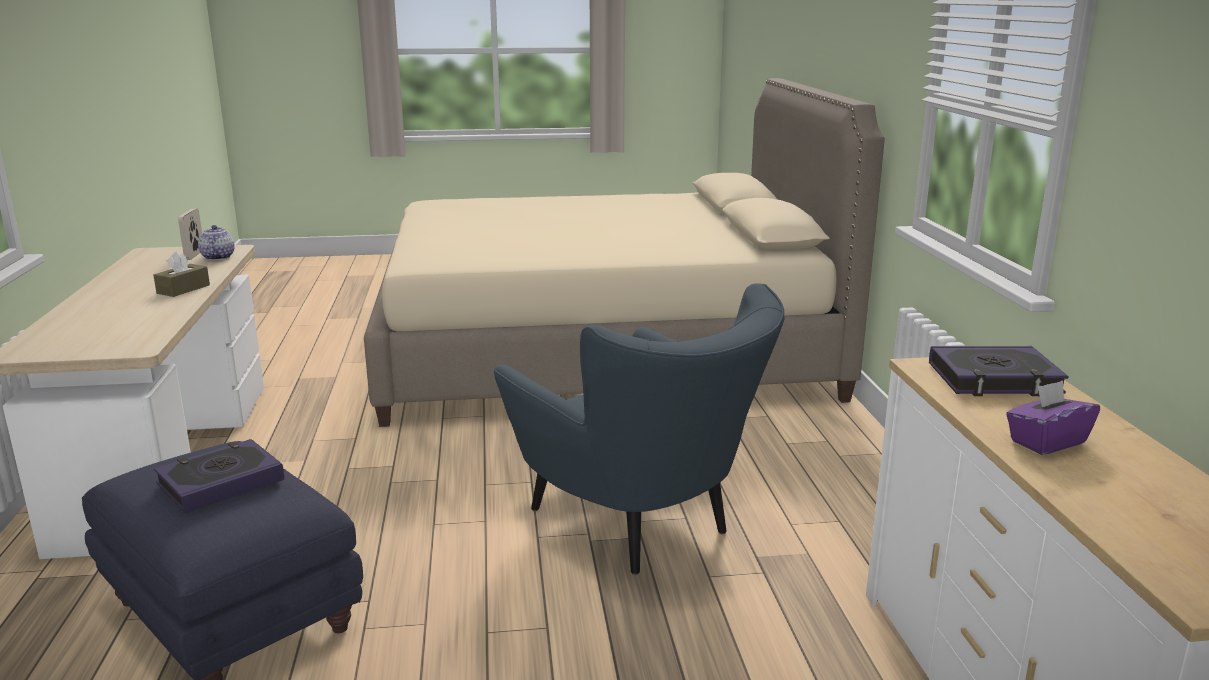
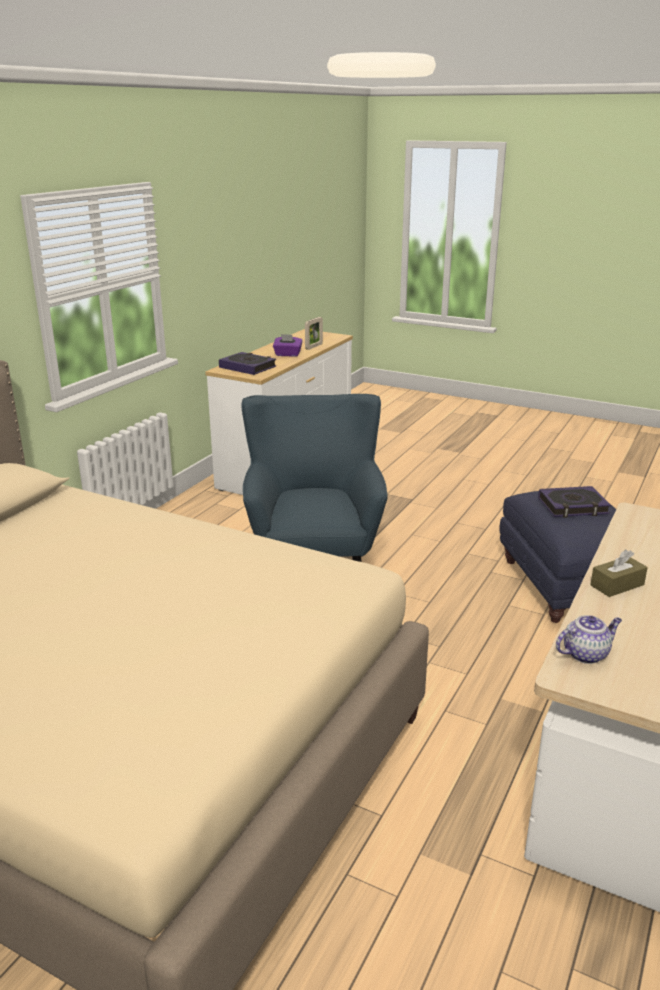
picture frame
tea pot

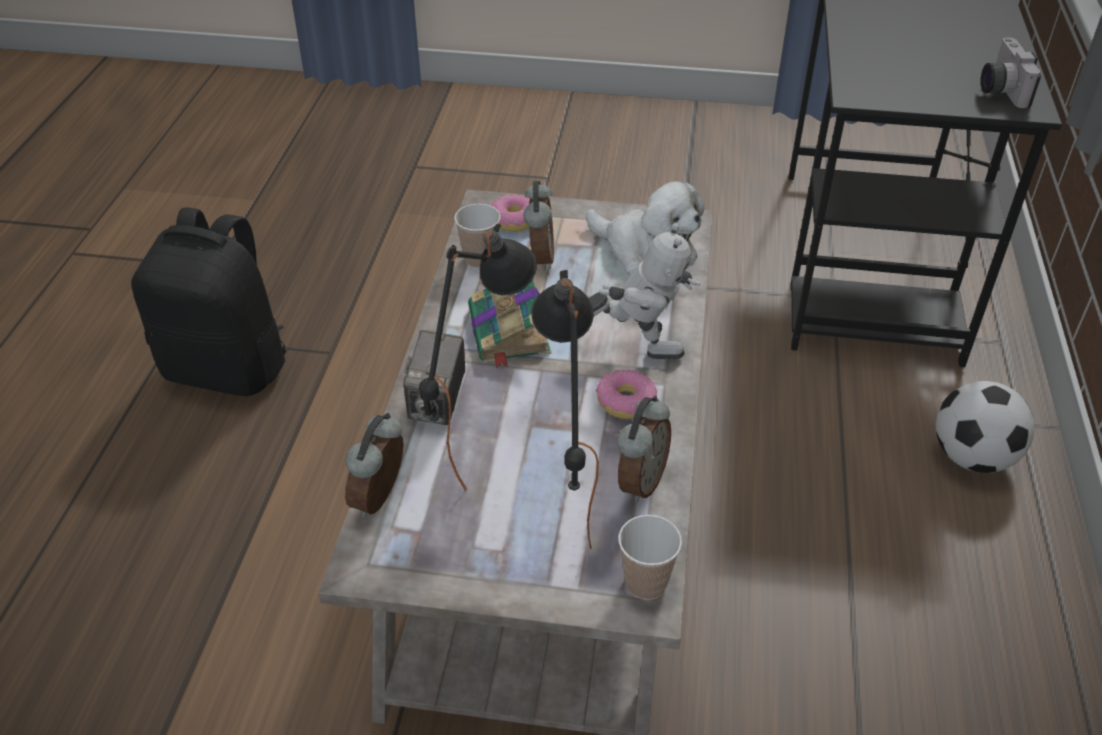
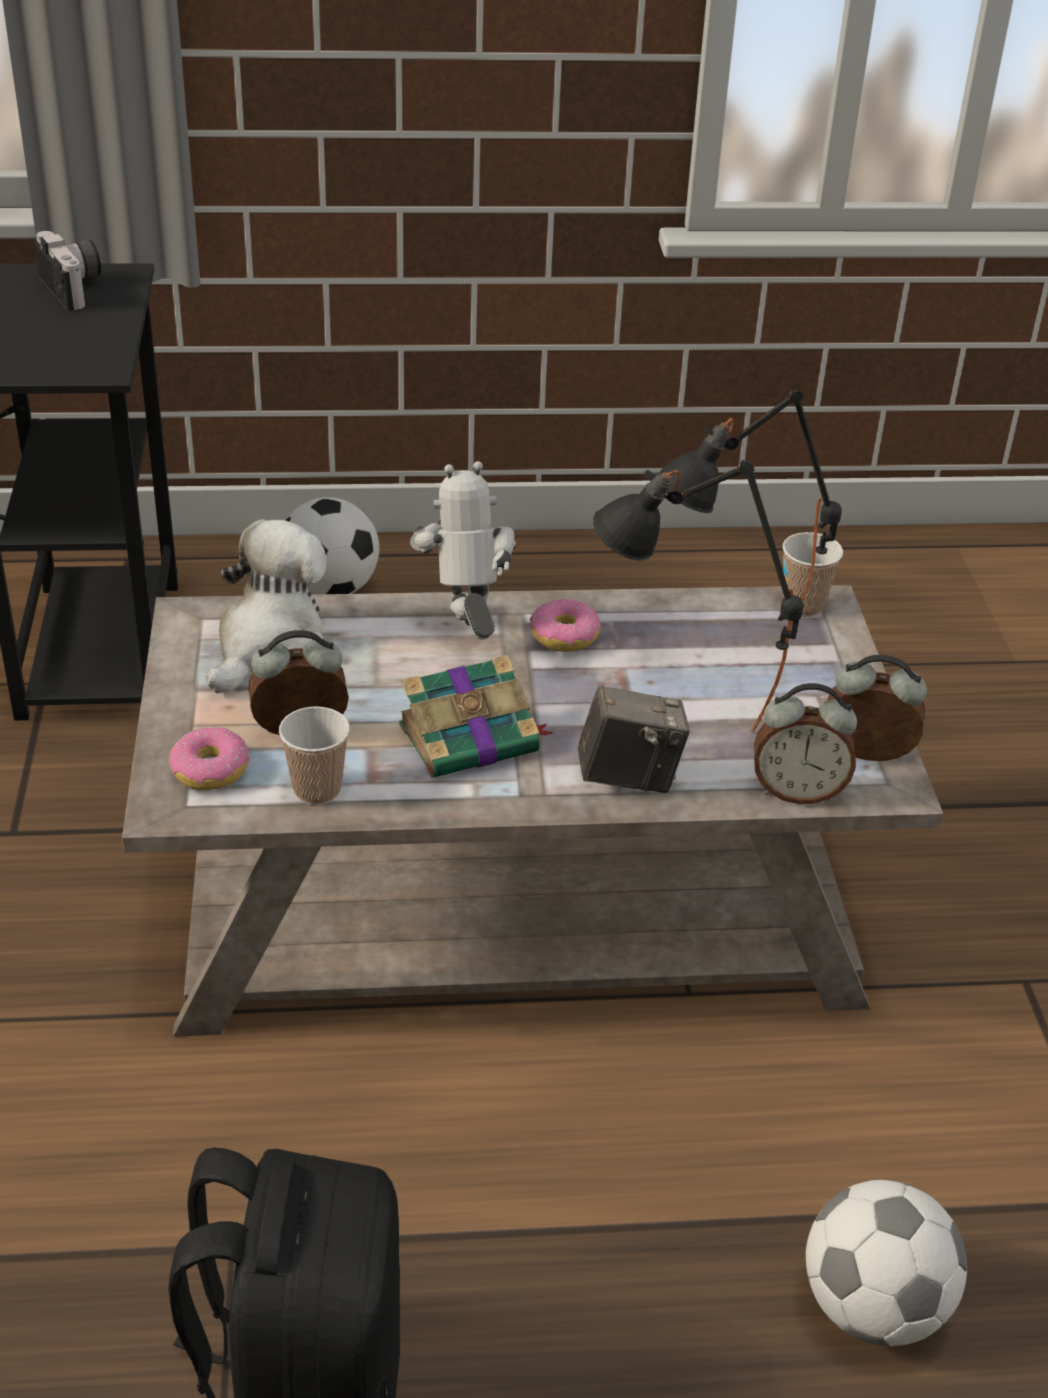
table clock (3rd from left)
photo camera (1st from left)
football ball (2nd from left)

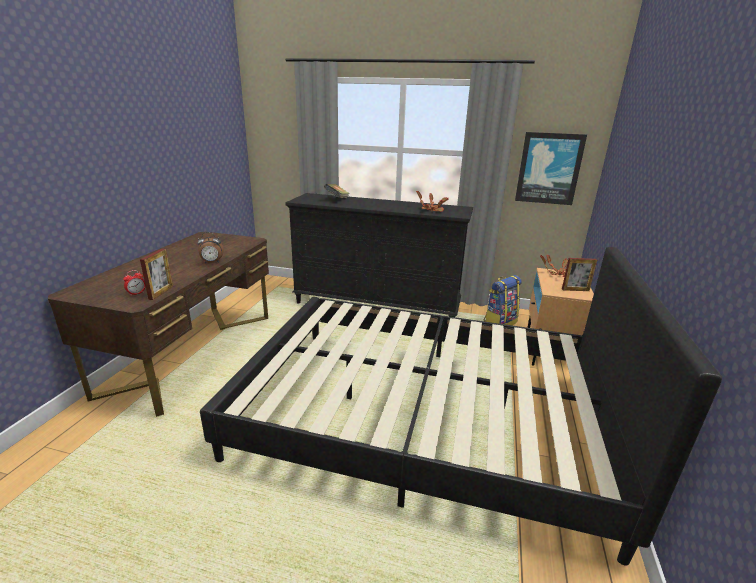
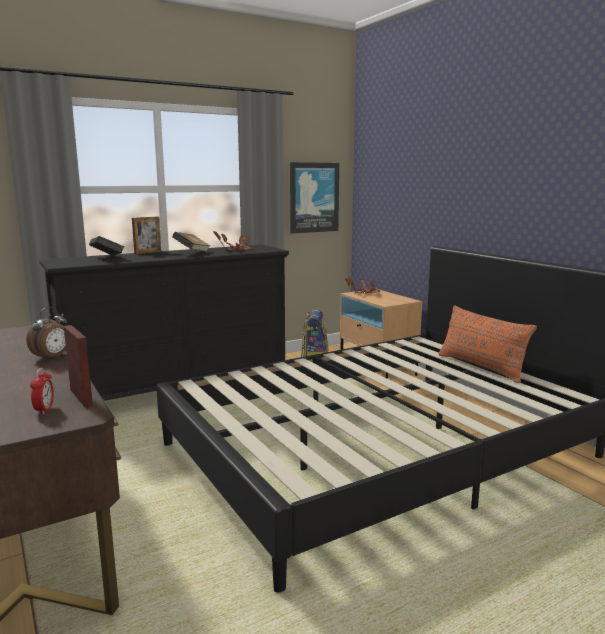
picture frame (2nd from left)
bound book (2nd from left)
pillow (orangey)

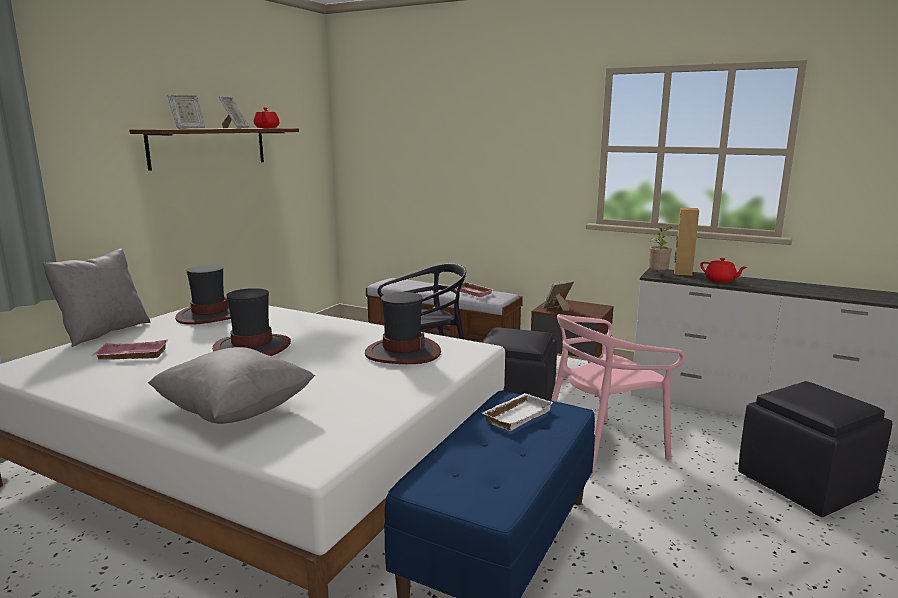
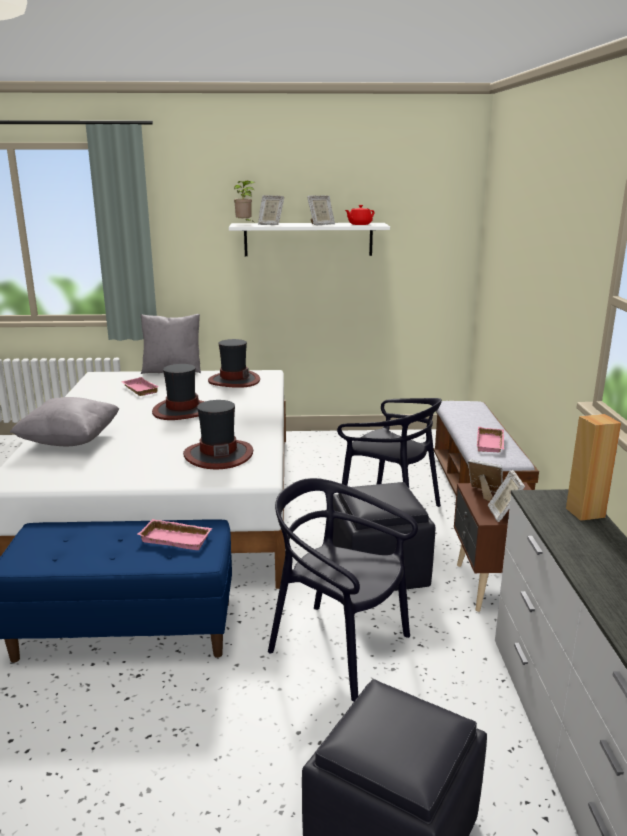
wall shelf (white)
serving tray (pink) (2nd from left)
chair (blackish) (1st from left)
potted plant
tea pot (red-coloured) (2nd from left in the first image)
picture frame (4th from left)

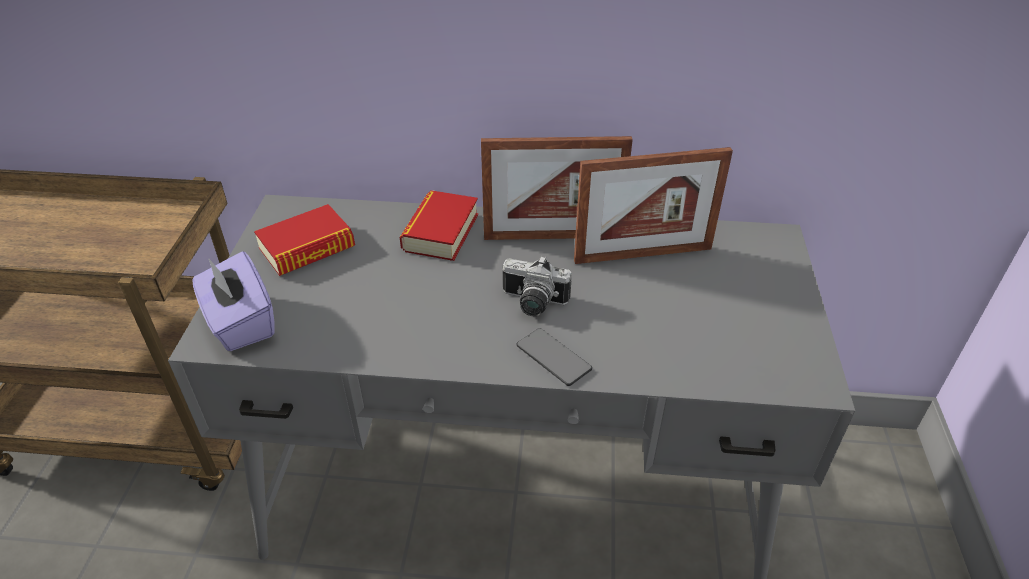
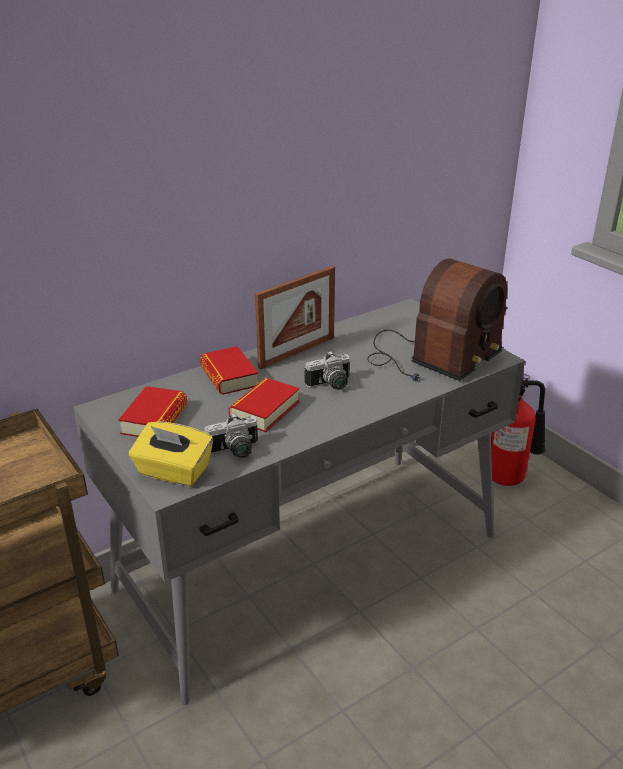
tissue box (yellow-coloured)
telephone
picture frame (2nd from left in the first image)
photo camera (1st from left)
bound book (3rd from left)
radio
fire extinguisher

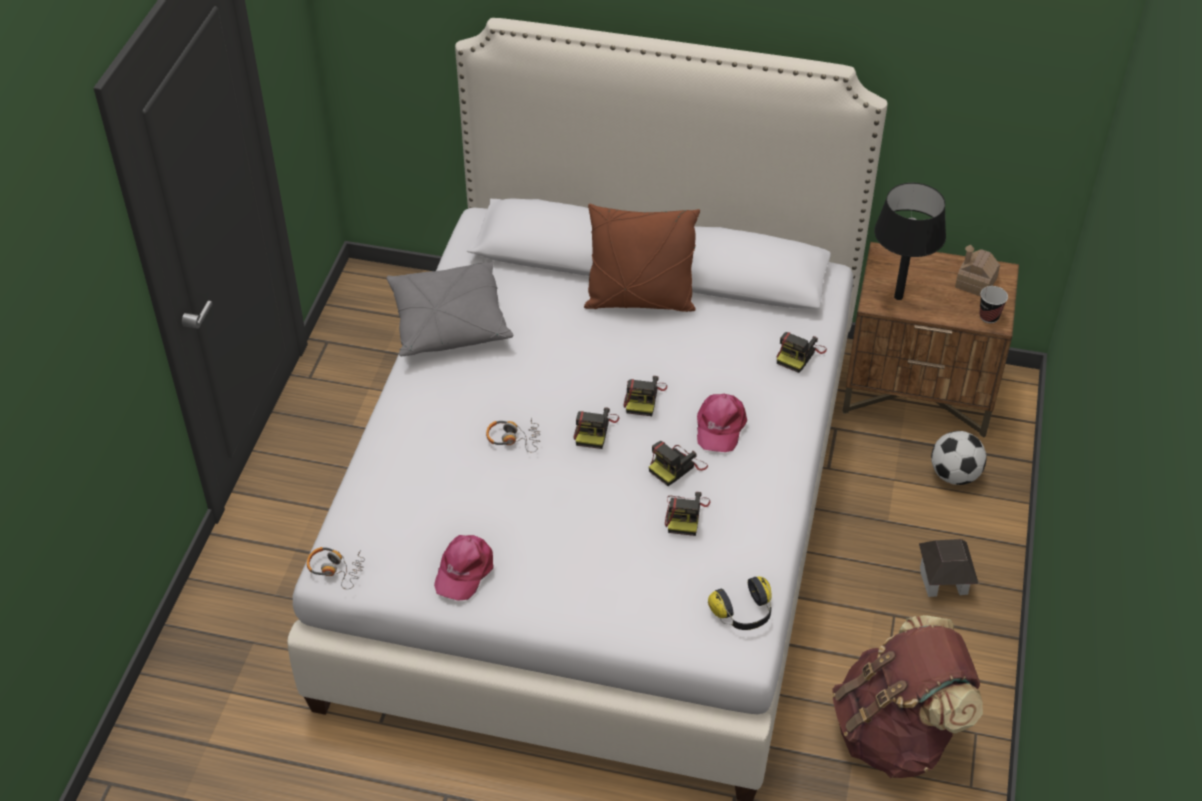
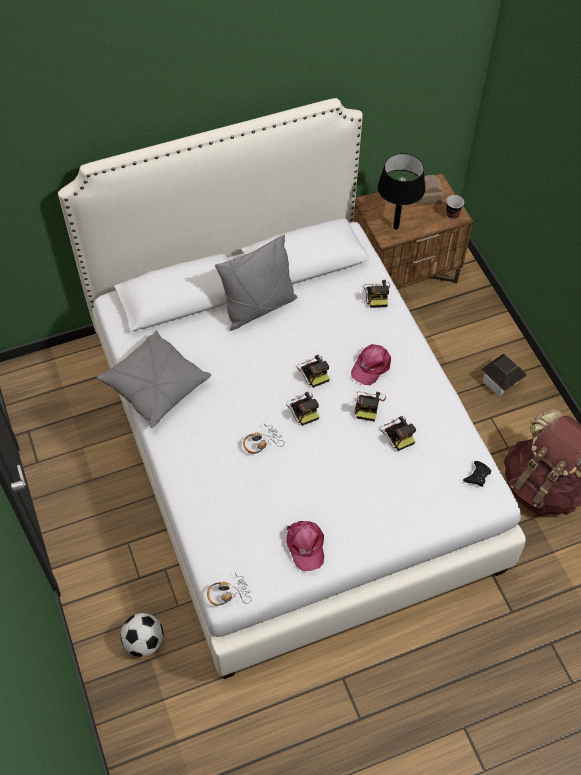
pillow (gray) (2nd from left)
cap (pink) (2nd from left)
gamepad (blackish)
football ball

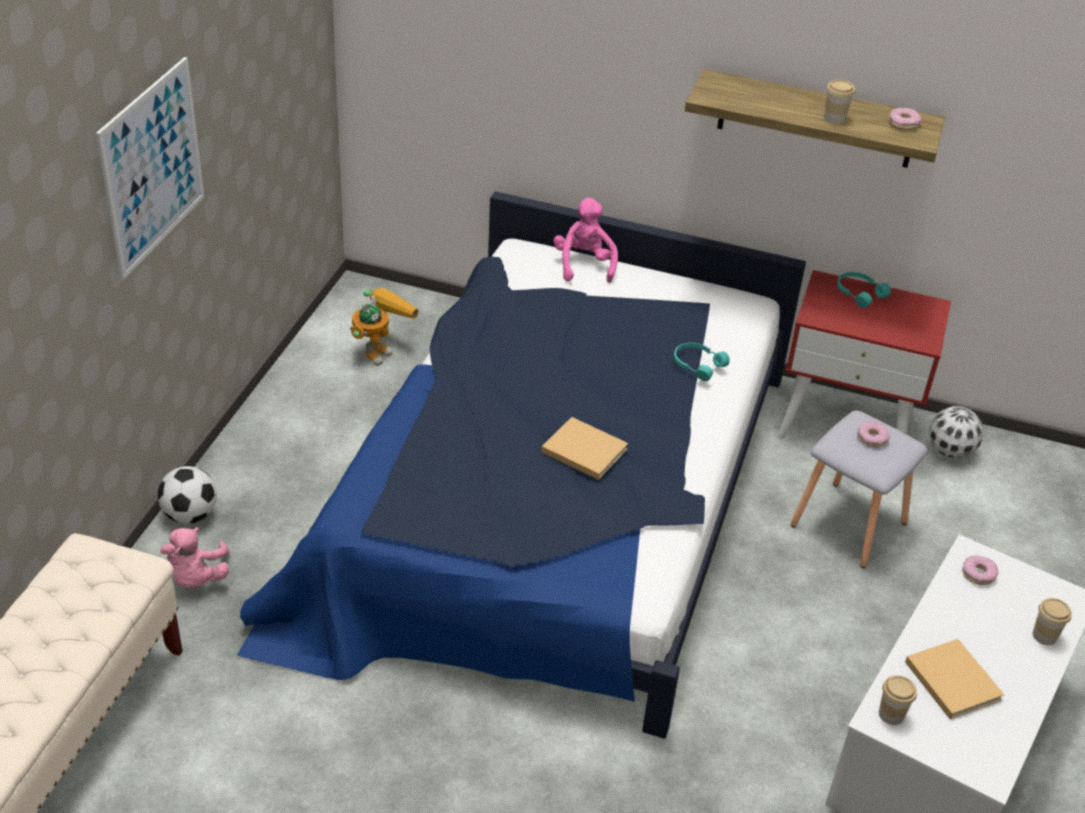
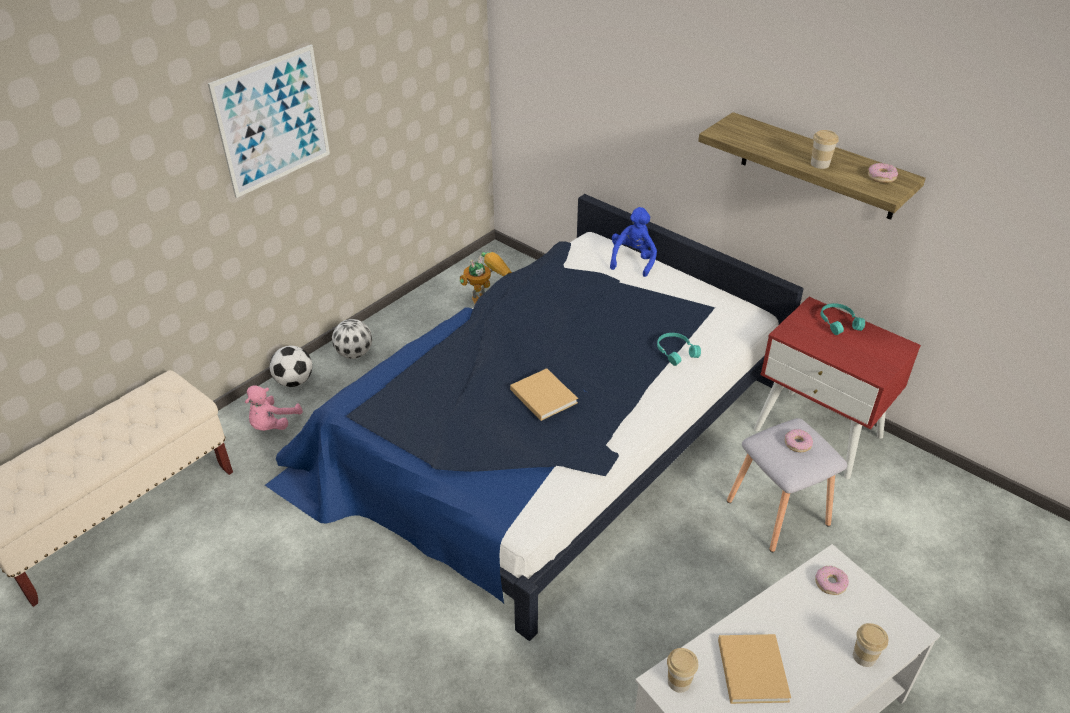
soft toy (bluish)
football ball (2nd from left)

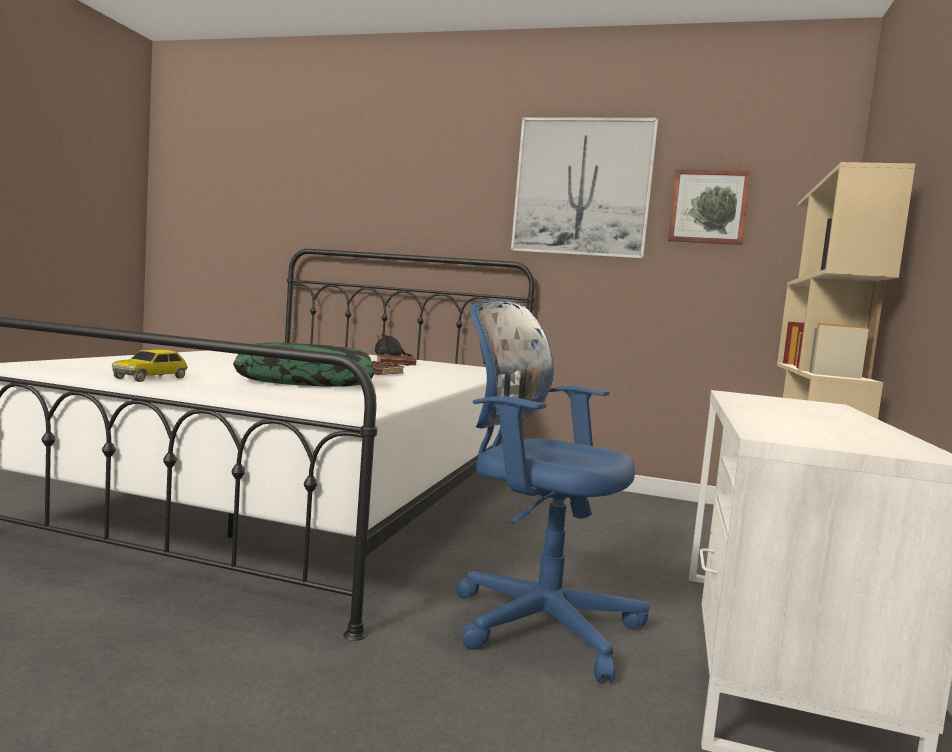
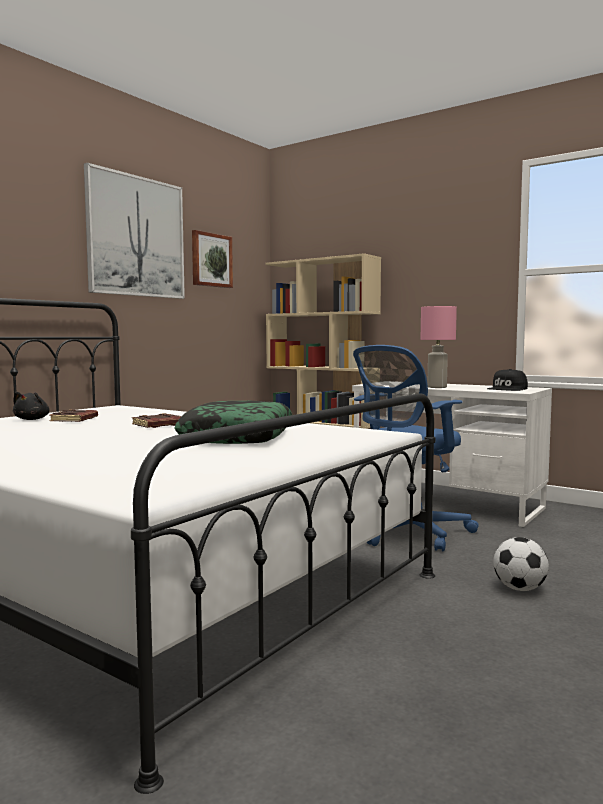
toy car
tabletop lamp (pink)
cap (blackish)
football ball

